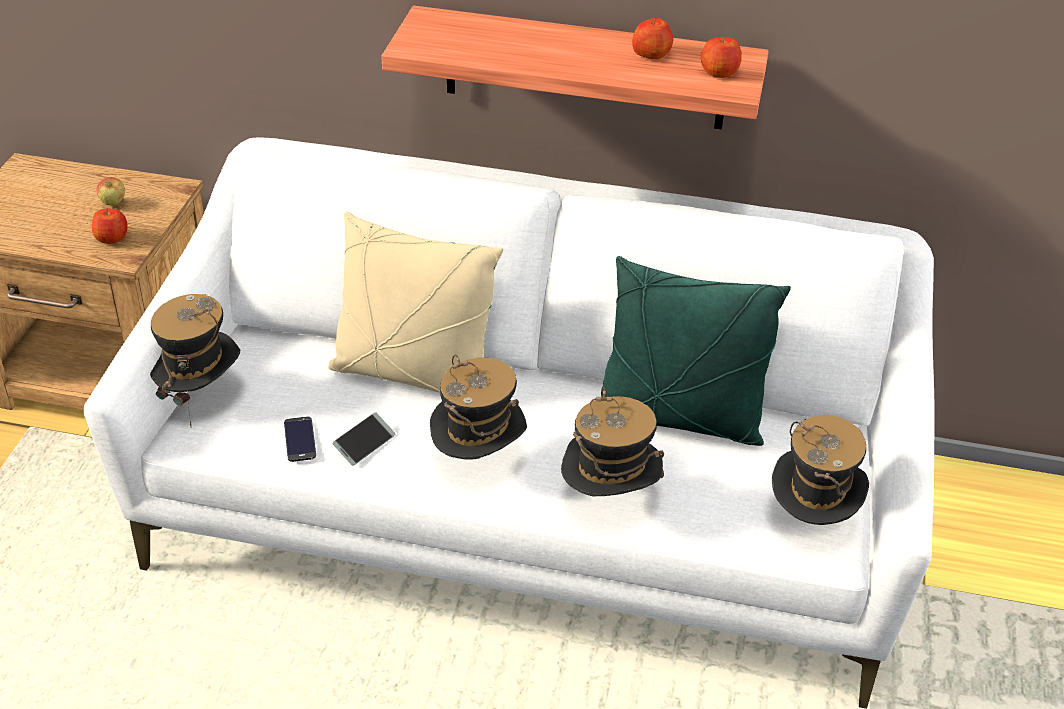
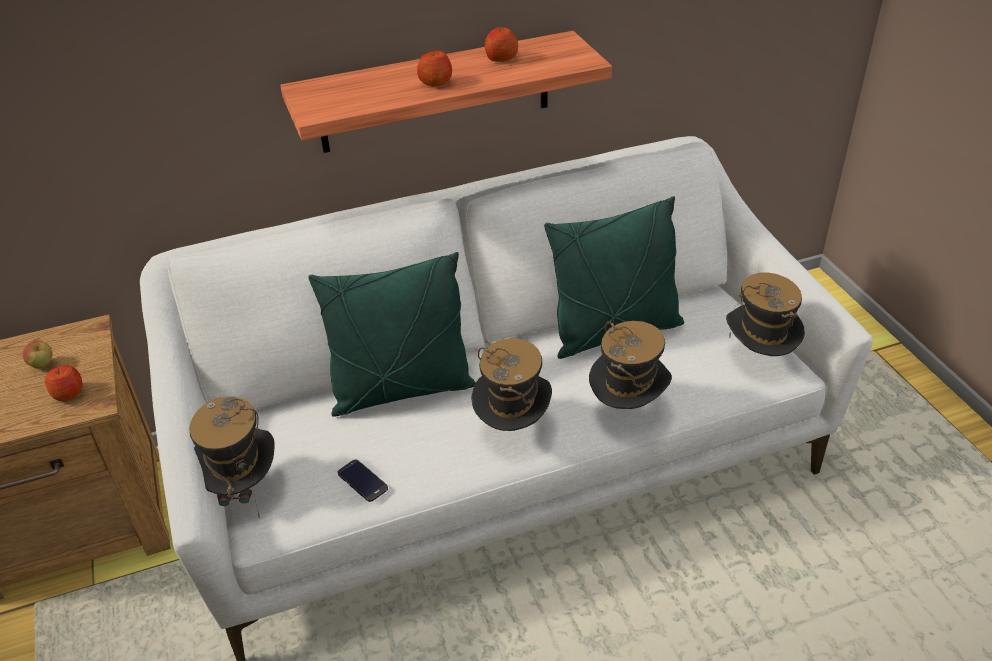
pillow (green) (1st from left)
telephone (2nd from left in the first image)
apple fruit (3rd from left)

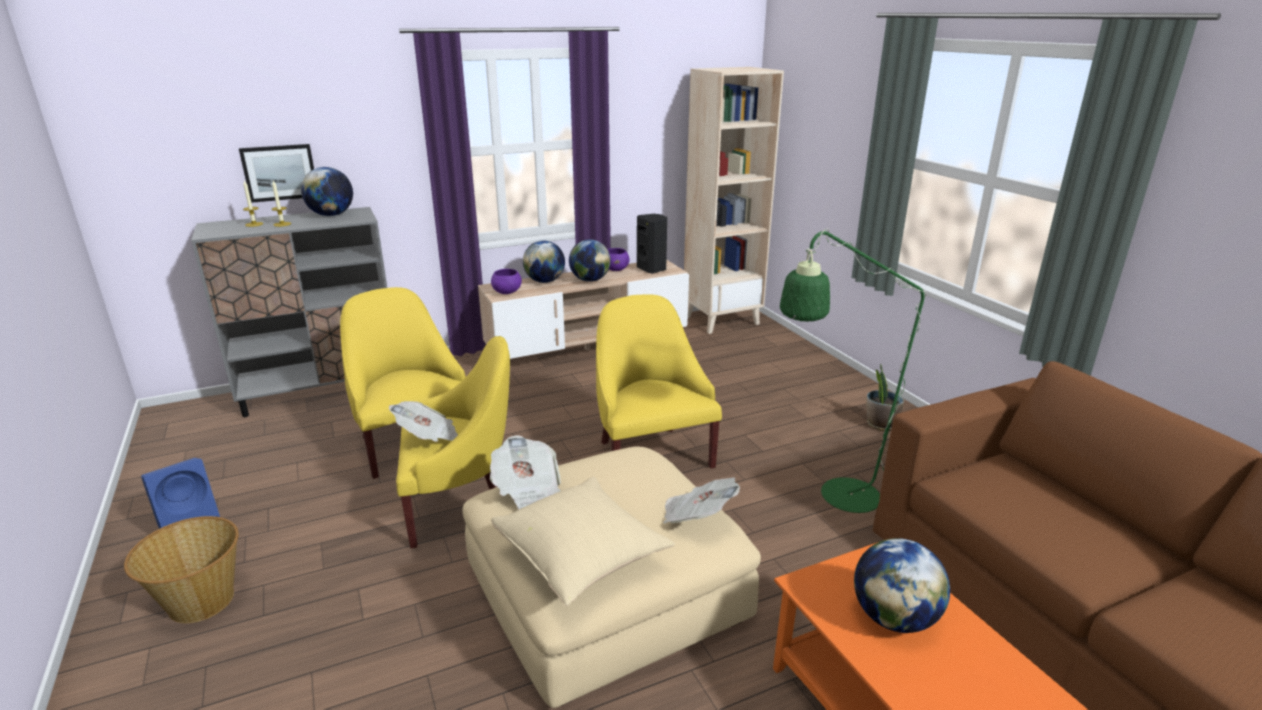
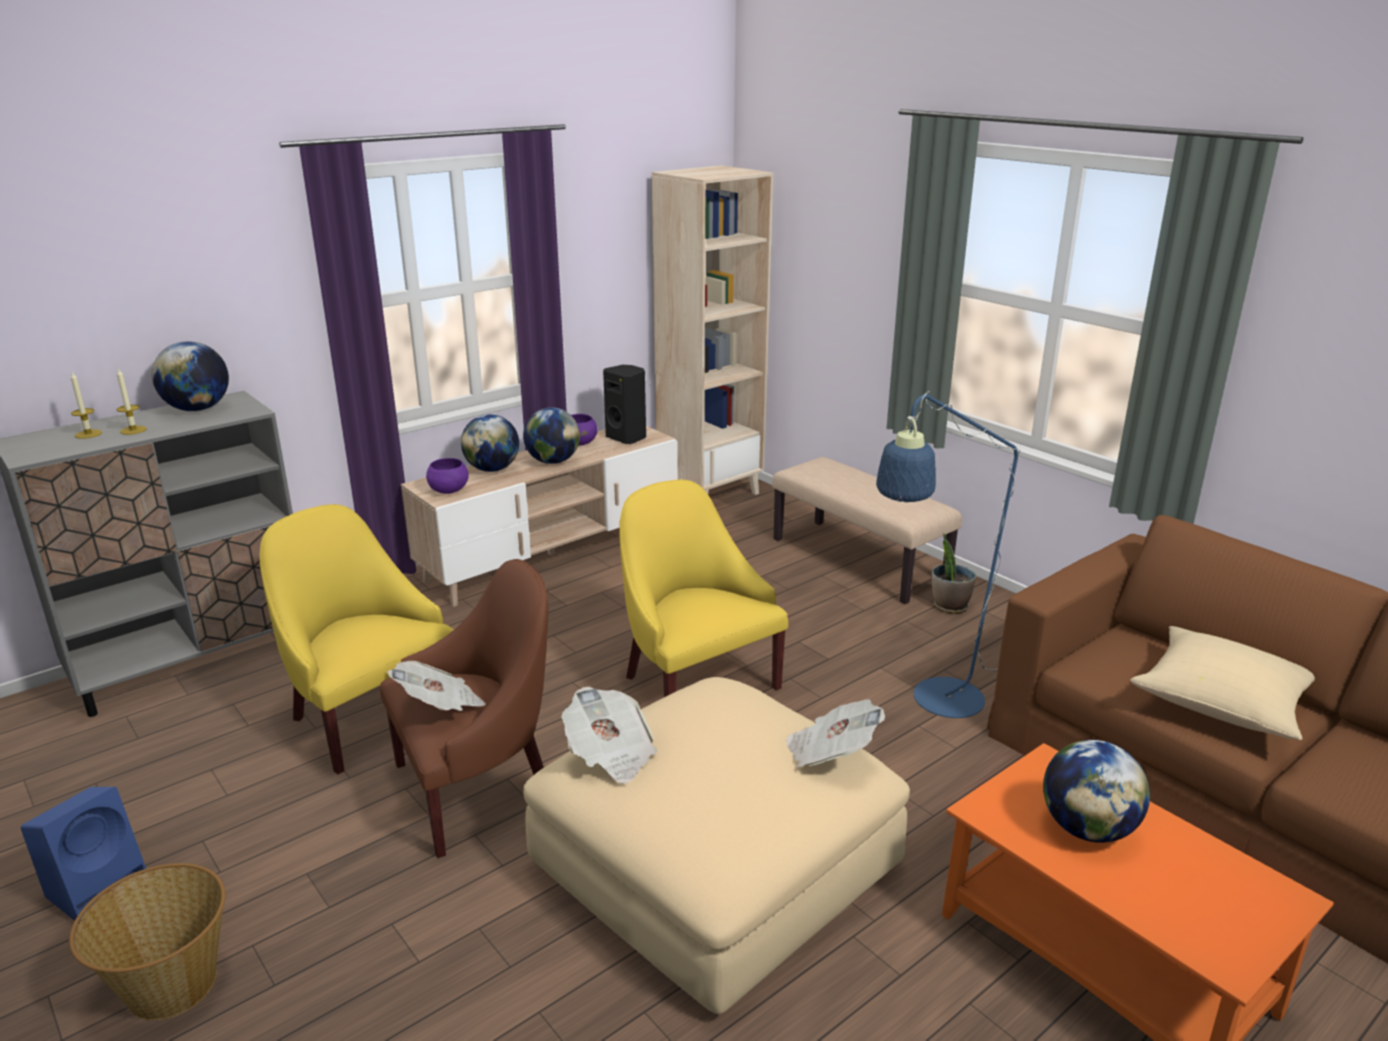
wall art
lounge chair (brown-coloured)
pillow (beige)
standing lamp (bluish)
bench (beige)

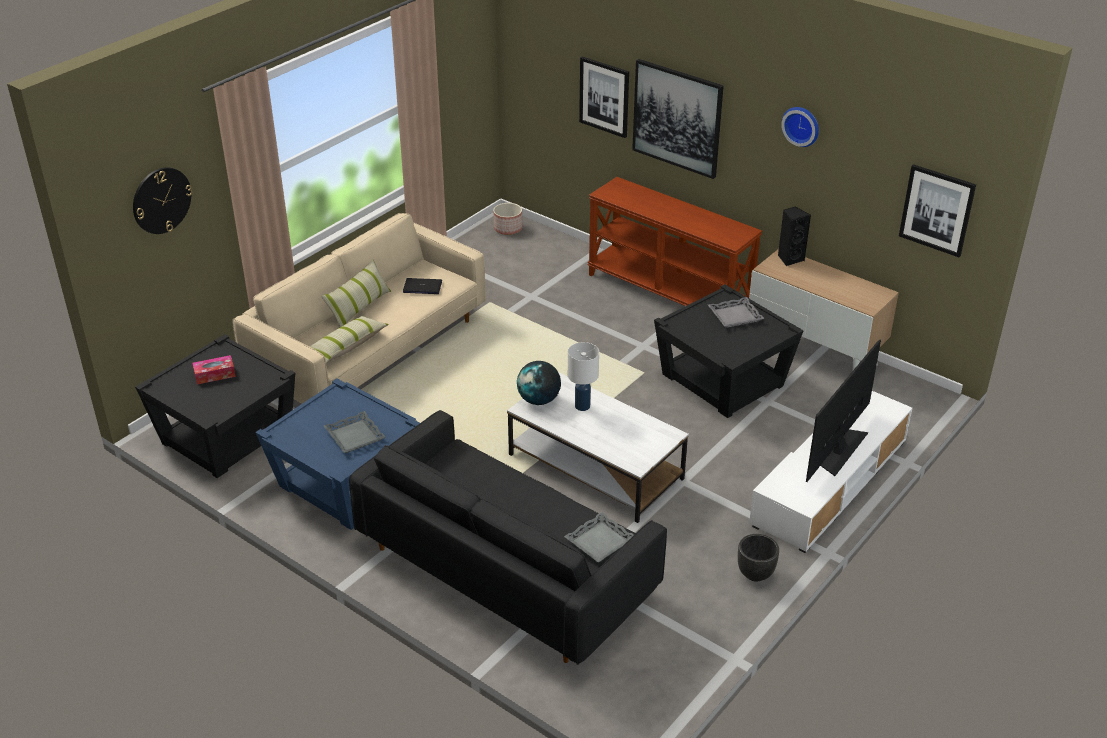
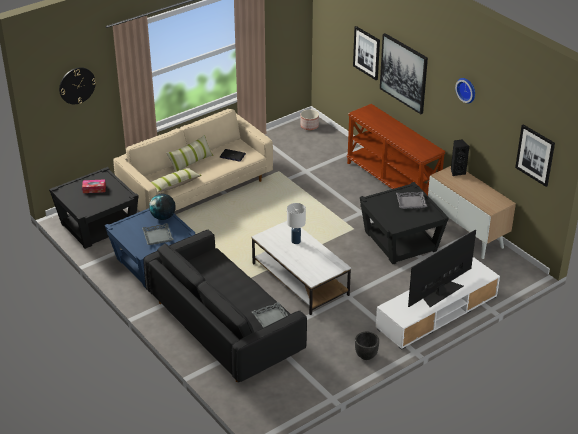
globe

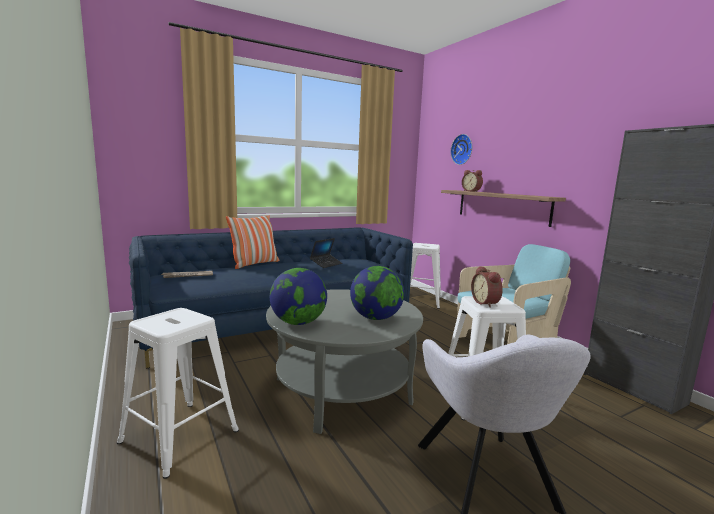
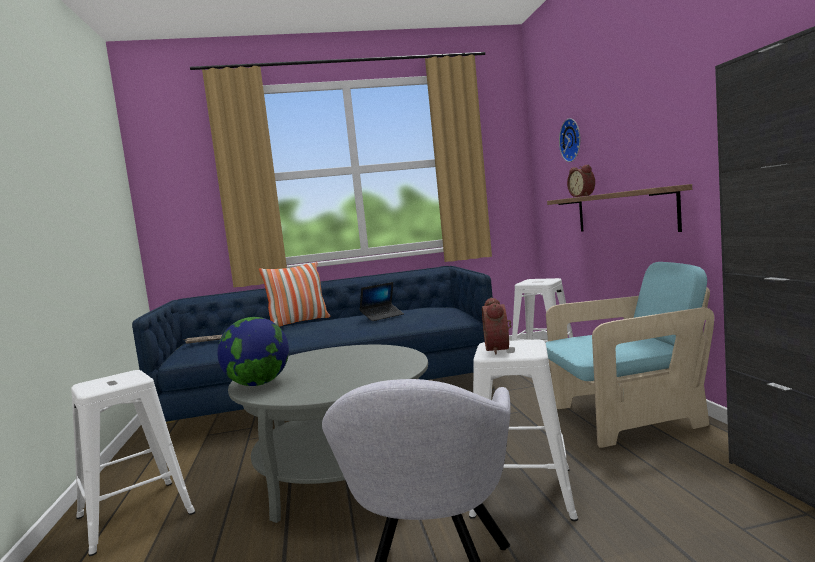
globe (2nd from left in the first image)

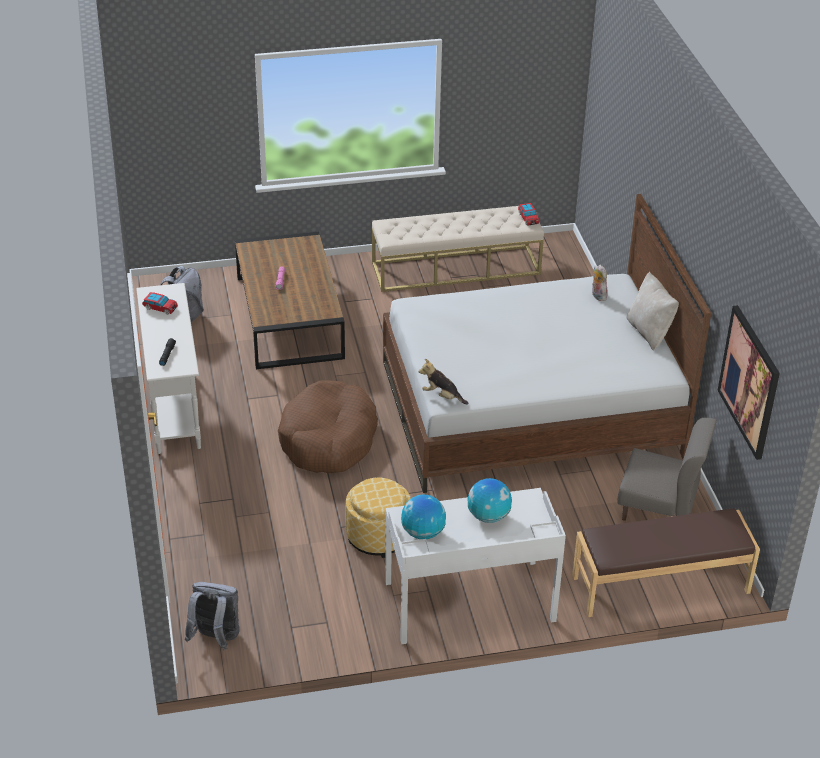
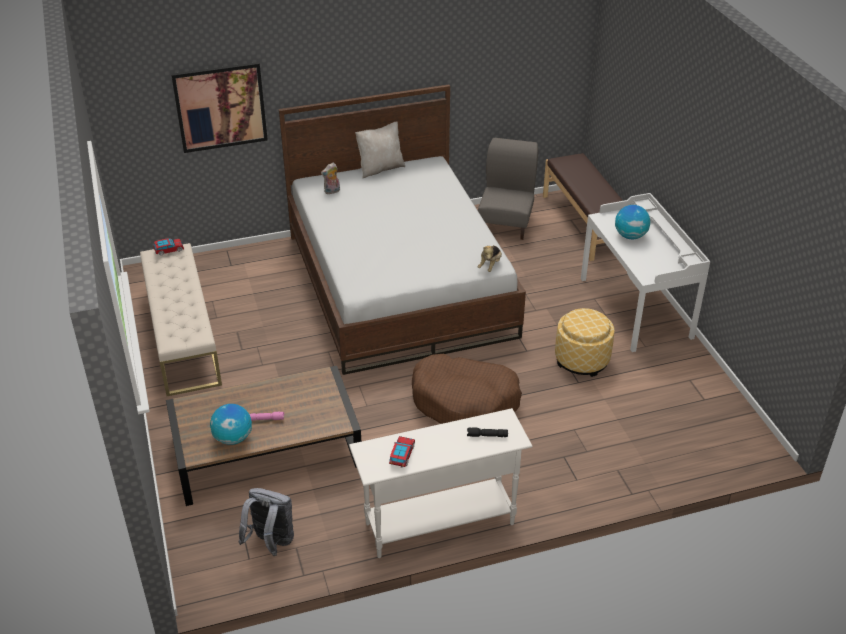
knapsack (gray) (2nd from left in the first image)
globe (1st from left)
wall art

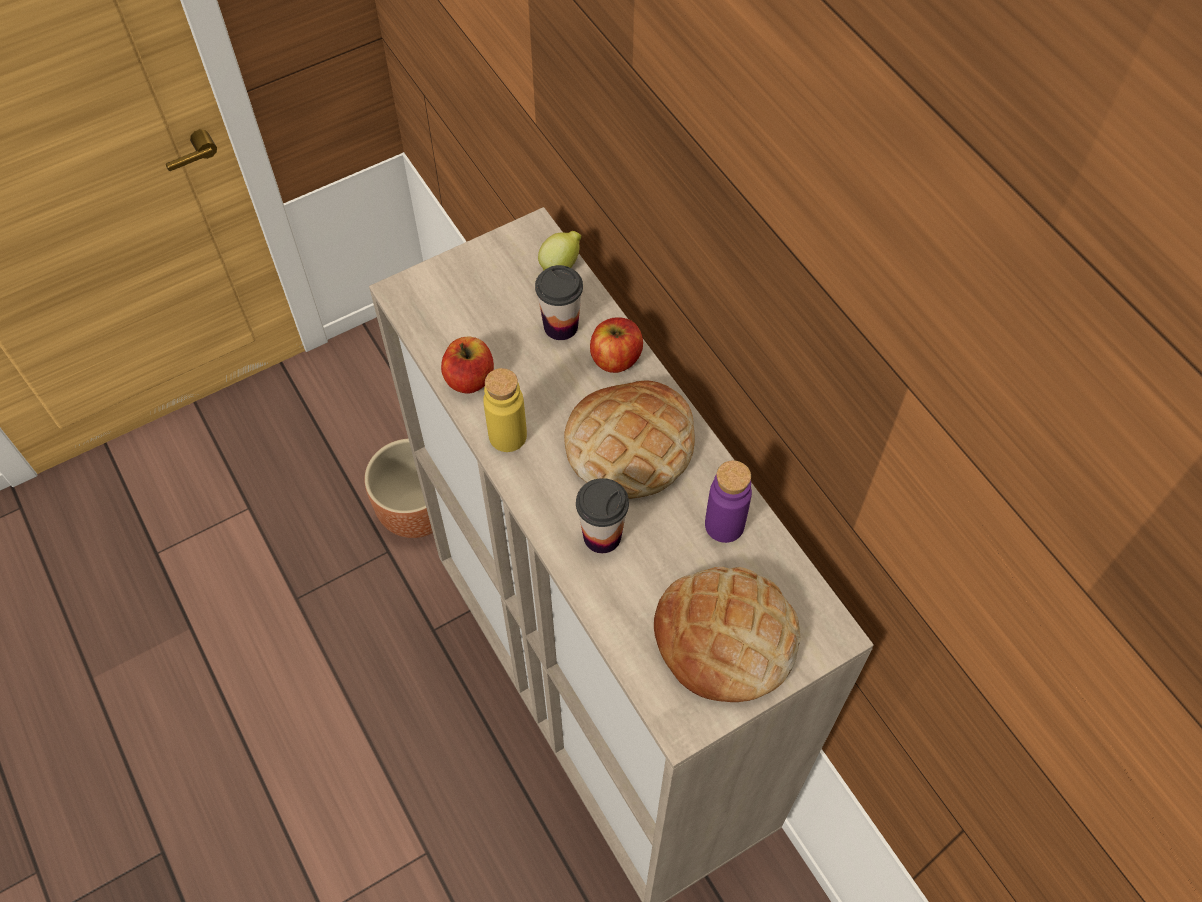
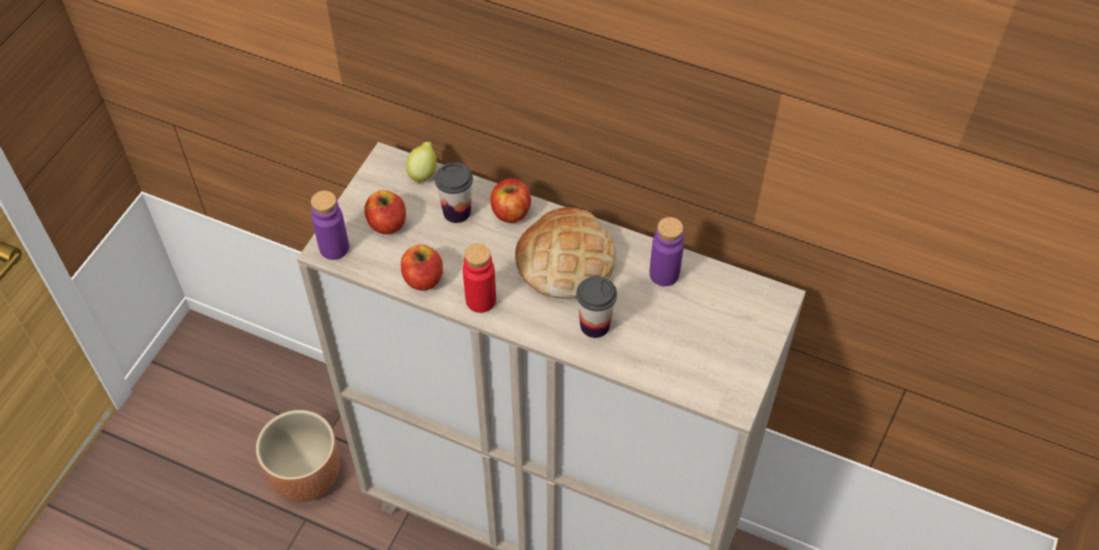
bottle (red-coloured)
bakery bread (2nd from left in the first image)
bottle (purple-coloured) (1st from left)
apple fruit (1st from left)

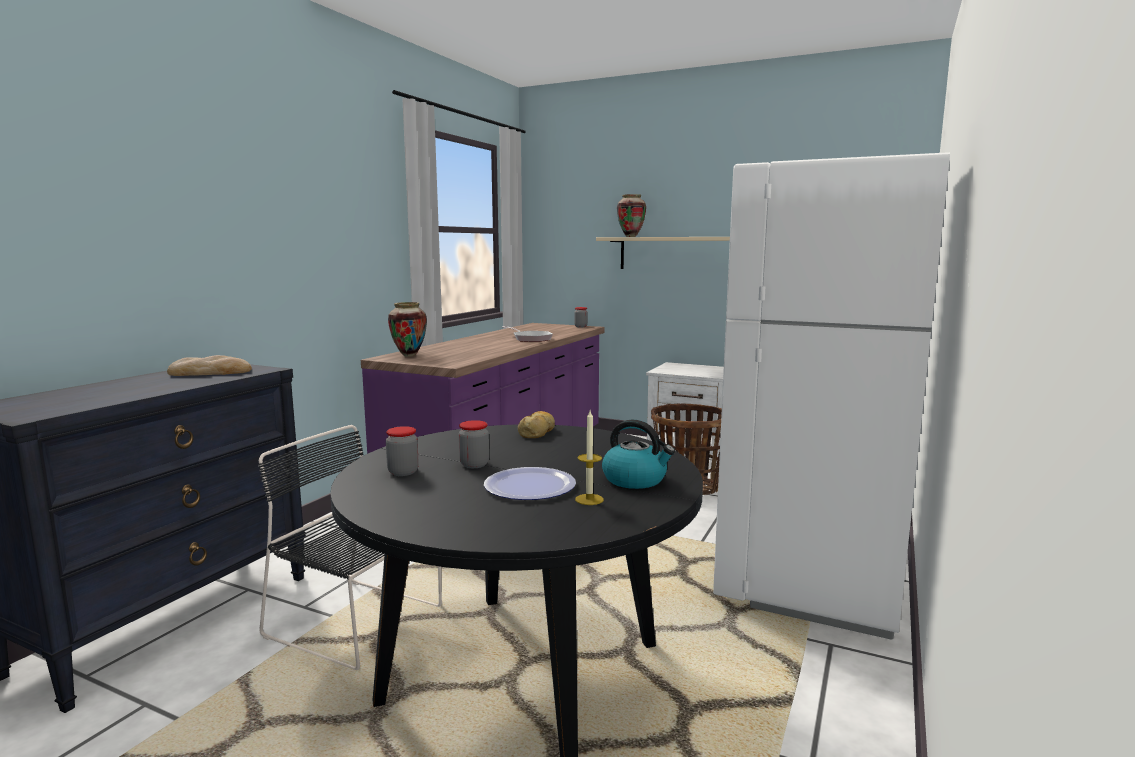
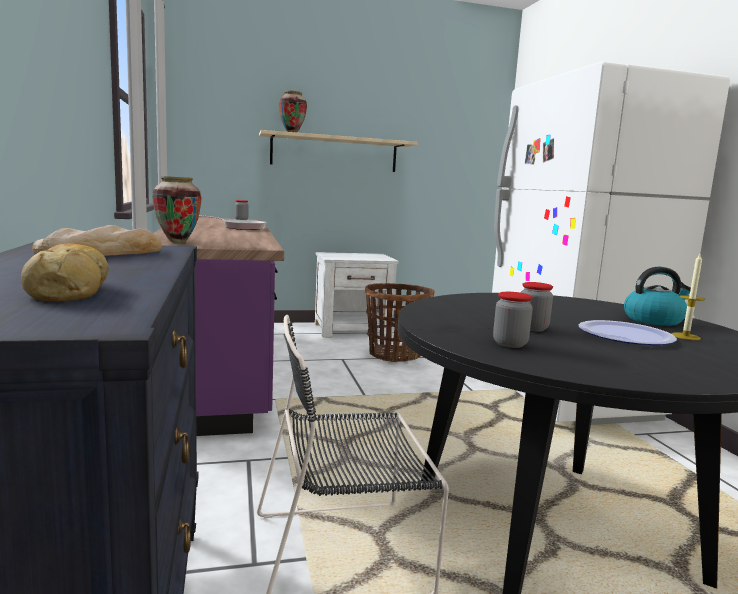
bakery bread (1st from left)

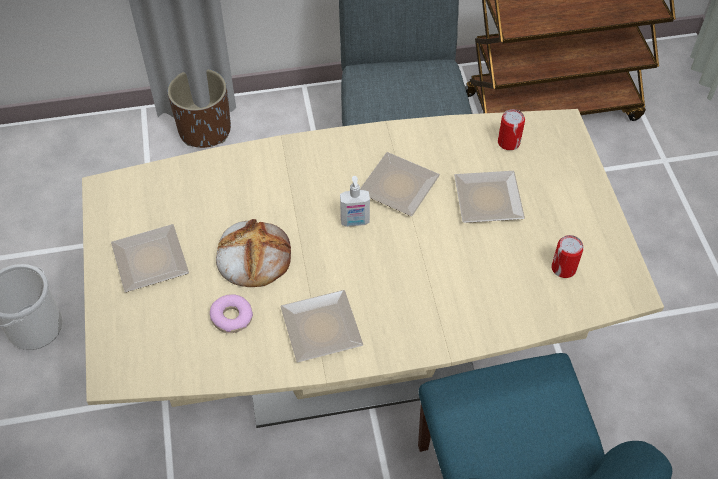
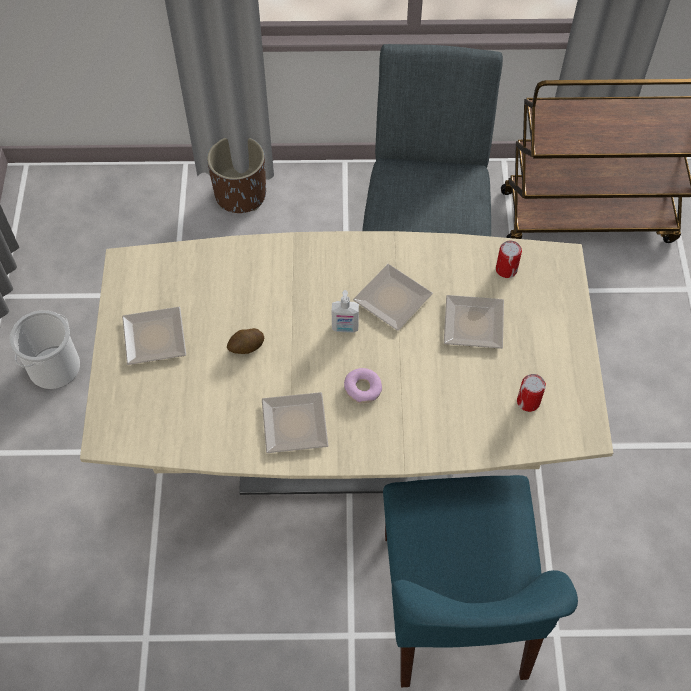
donut
whole potato

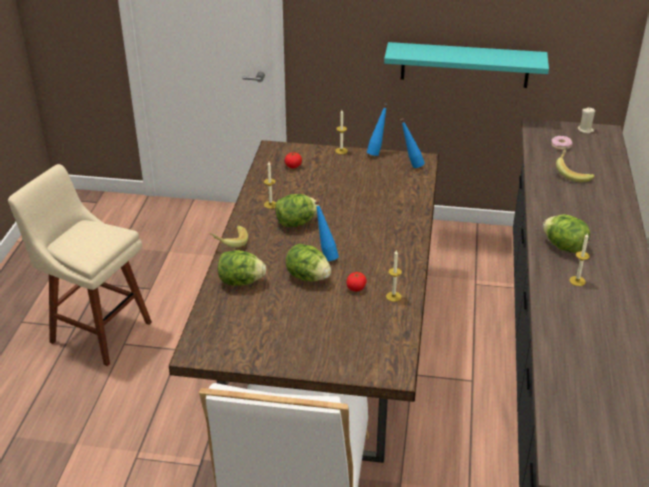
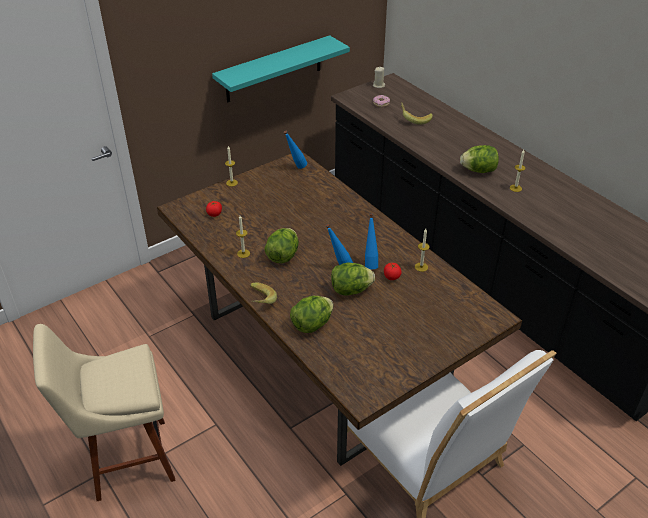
bottle (bluish) (3rd from left)

